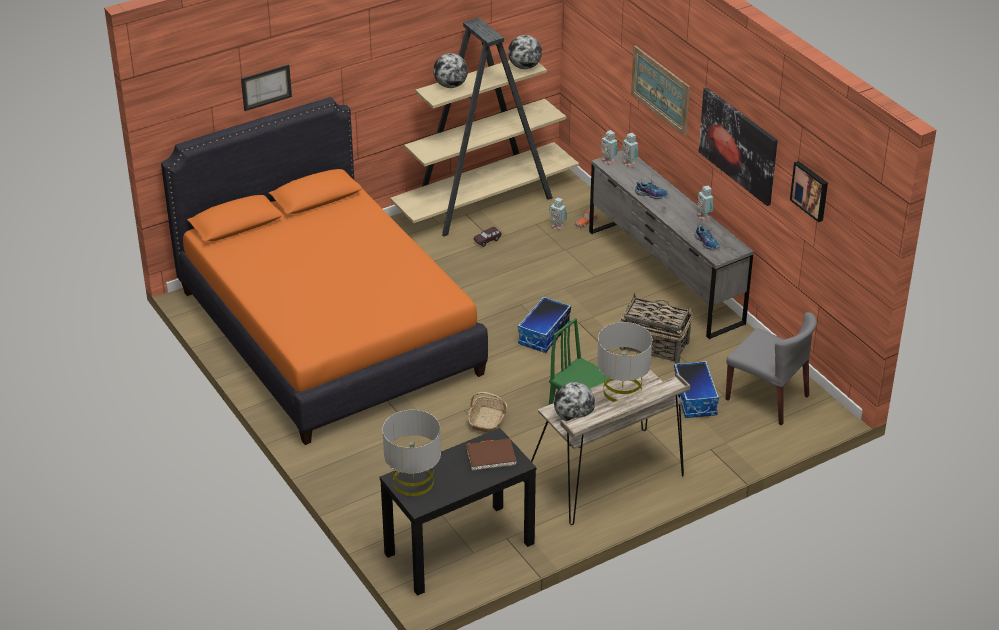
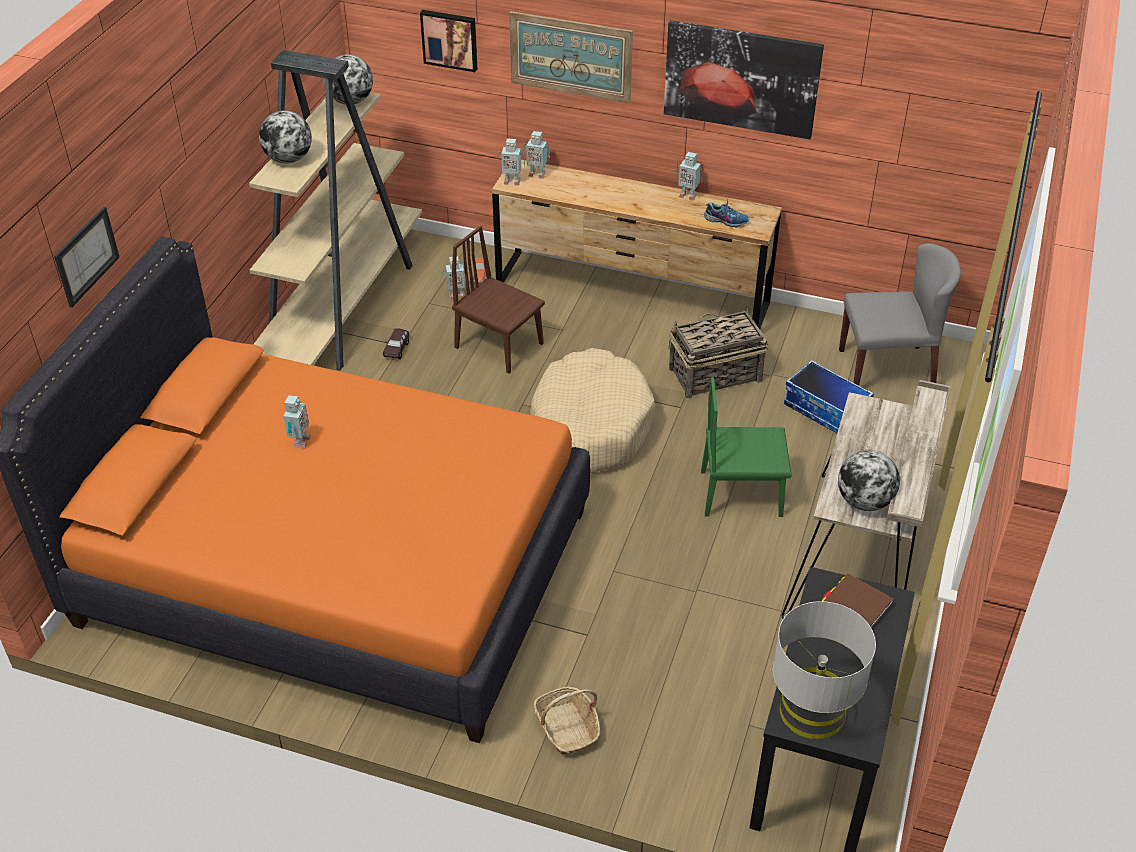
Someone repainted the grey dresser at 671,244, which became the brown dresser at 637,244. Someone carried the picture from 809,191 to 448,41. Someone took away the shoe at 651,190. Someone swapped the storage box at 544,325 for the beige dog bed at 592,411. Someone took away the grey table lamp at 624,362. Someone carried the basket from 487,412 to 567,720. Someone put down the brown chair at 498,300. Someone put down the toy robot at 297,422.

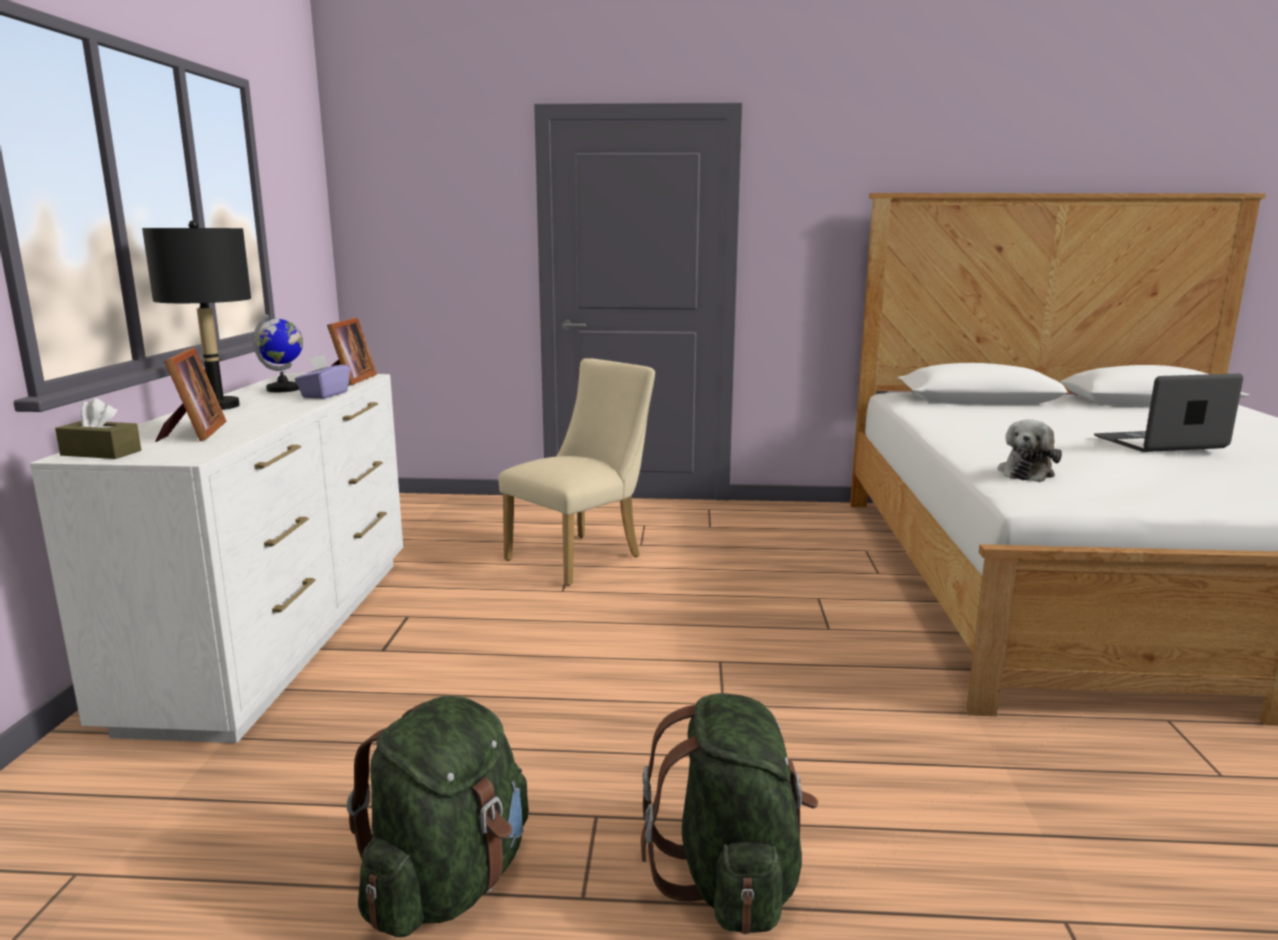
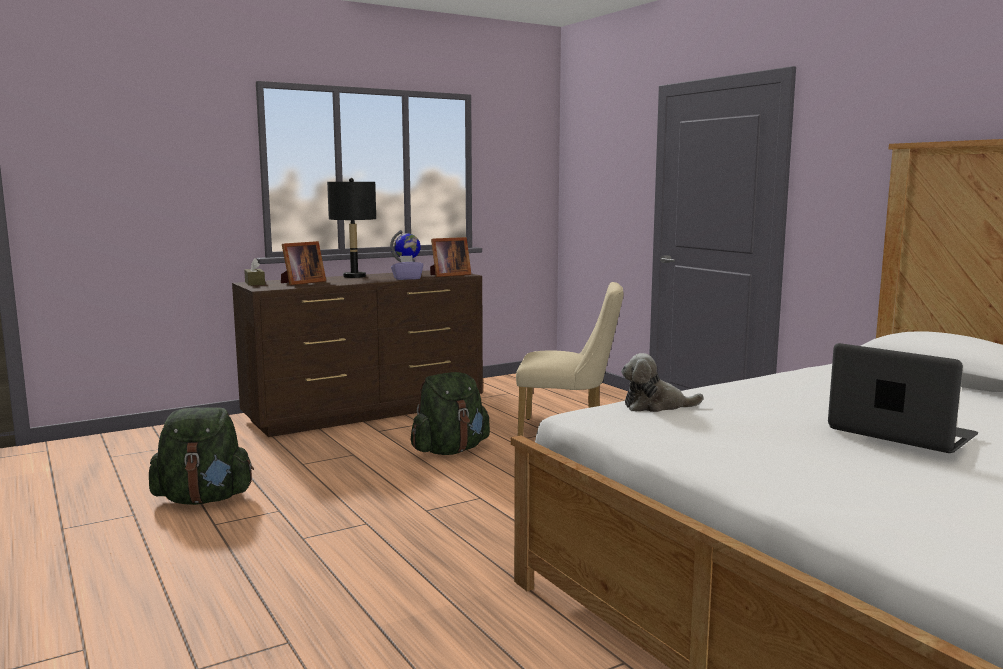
Someone repainted the white dresser at 216,558, which became the brown dresser at 357,353. Someone carried the green backpack from 729,813 to 450,413.

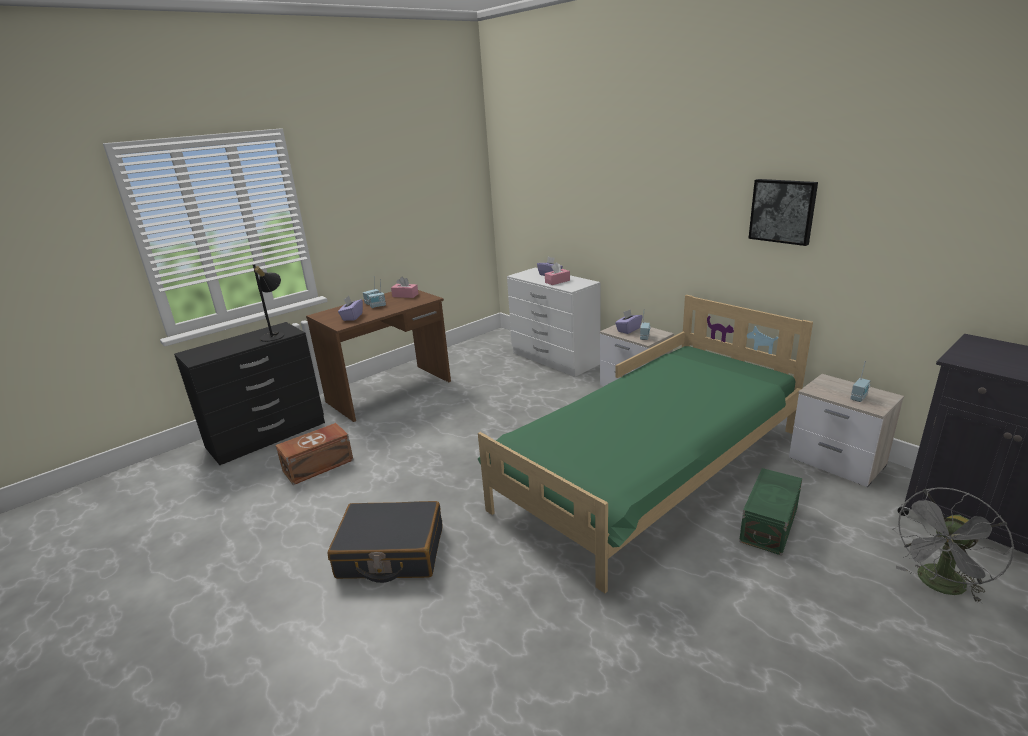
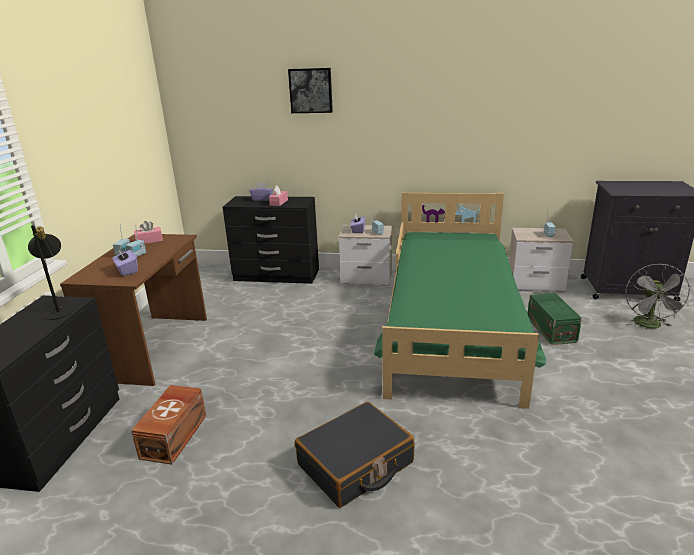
Someone carried the picture from 783,212 to 310,90. Someone repainted the white dresser at 553,322, which became the black dresser at 271,240.

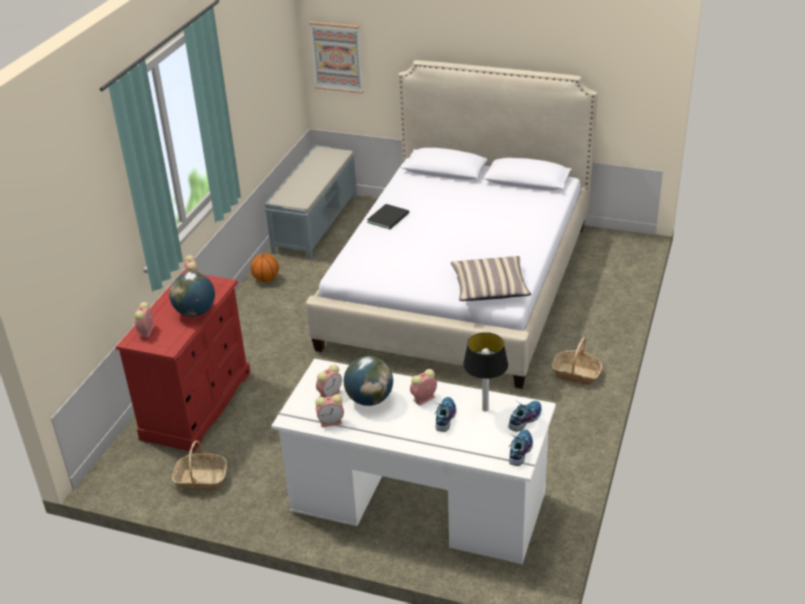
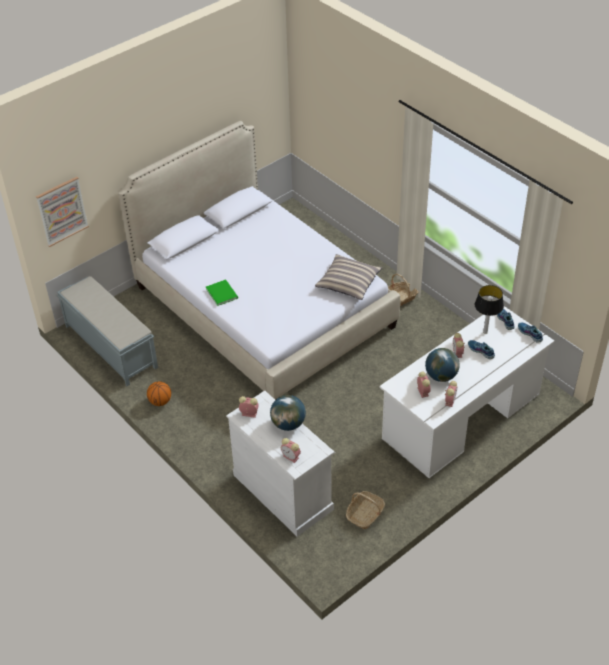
Someone repainted the black book at 388,216, which became the green book at 222,292. Someone repainted the red dresser at 183,361, which became the white dresser at 280,464.

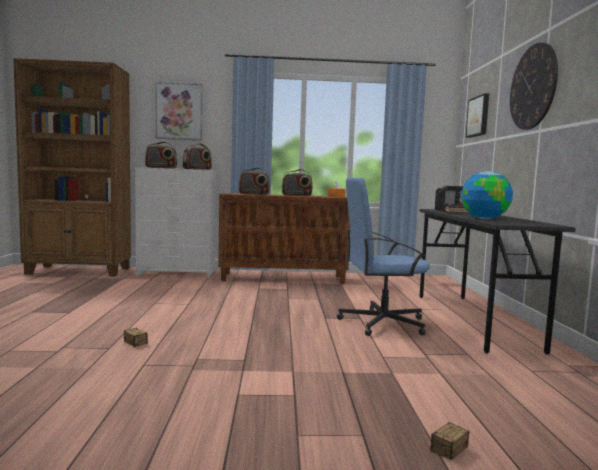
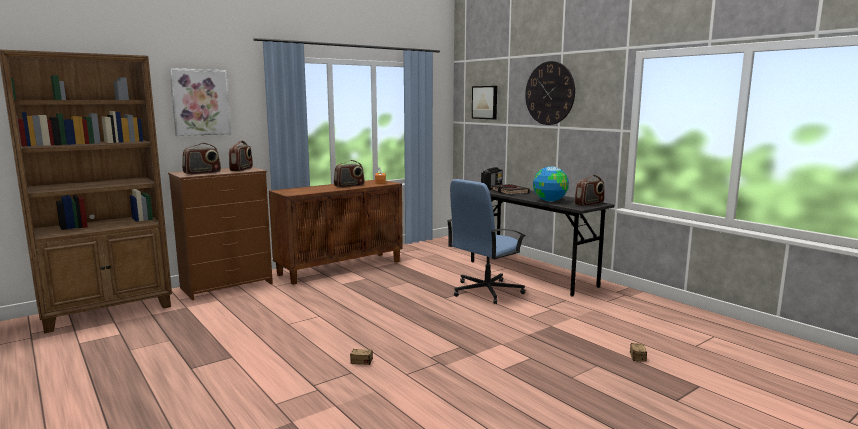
Someone repainted the white dresser at 175,222, which became the brown dresser at 220,233. Someone carried the radio from 254,181 to 590,190.

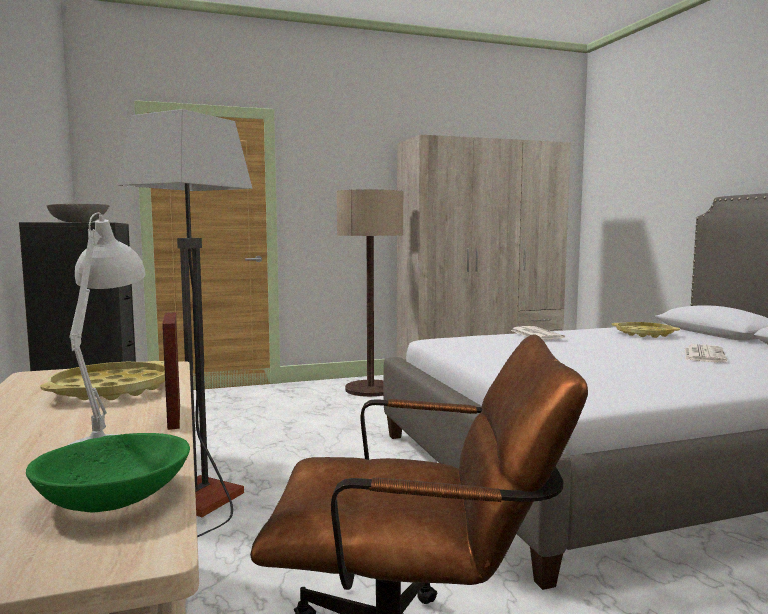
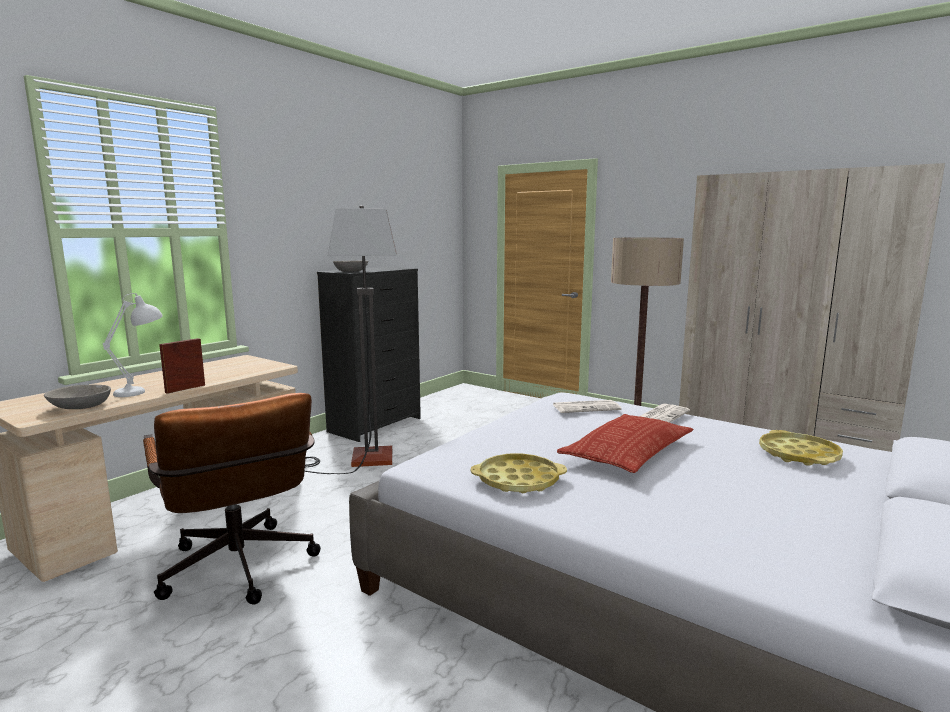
Someone carried the newspaper from 706,353 to 587,406. Someone carried the yellow tray from 102,380 to 519,473. Someone repainted the green bowl at 108,472, which became the grey bowl at 77,397. Someone put down the pillow at 625,443.

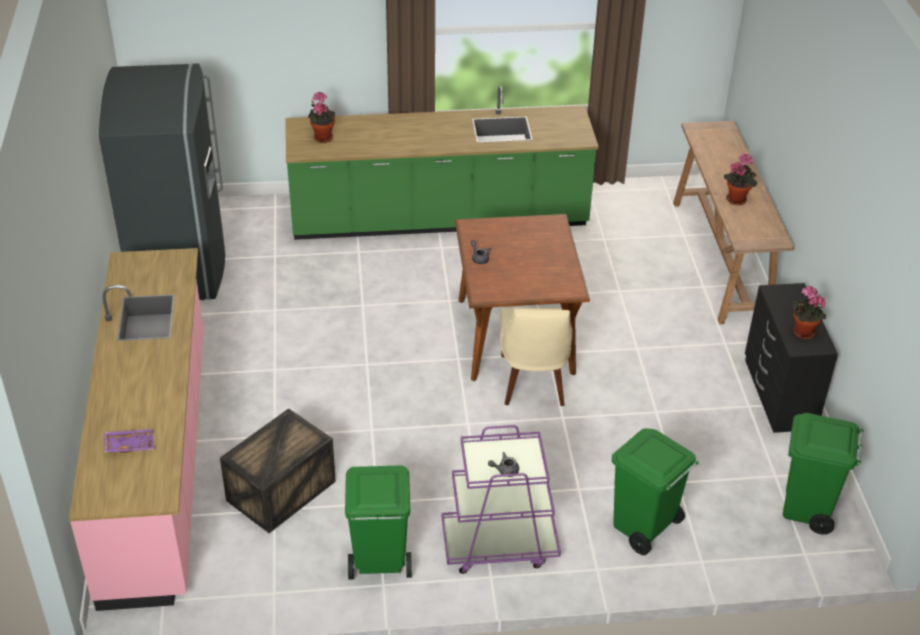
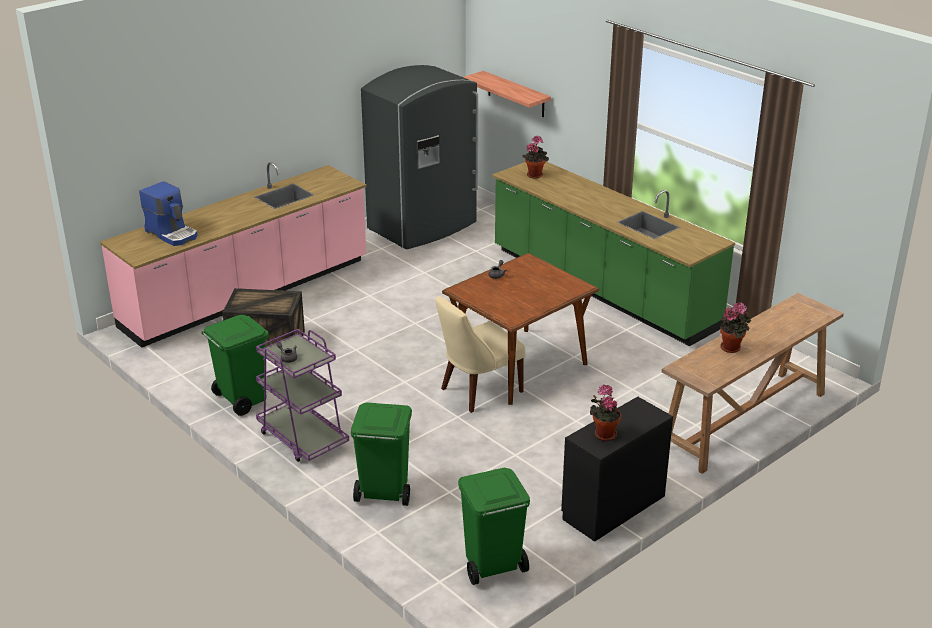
Someone swapped the purple tray at 129,441 for the coffee machine at 168,213. Someone put up the shelf at 507,94.

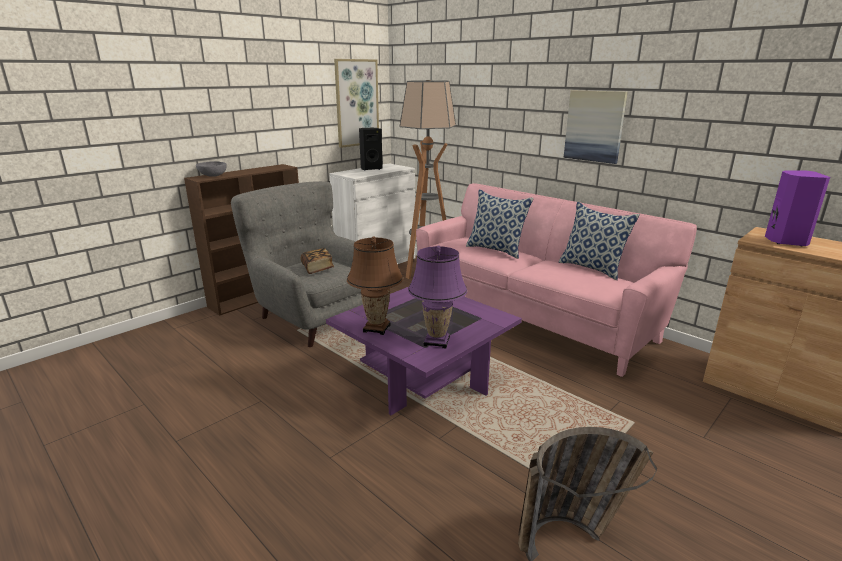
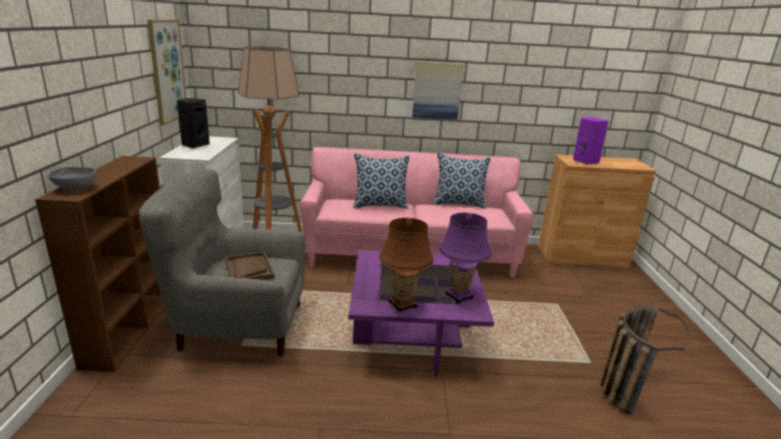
Someone swapped the book at 317,261 for the brown tray at 250,266.

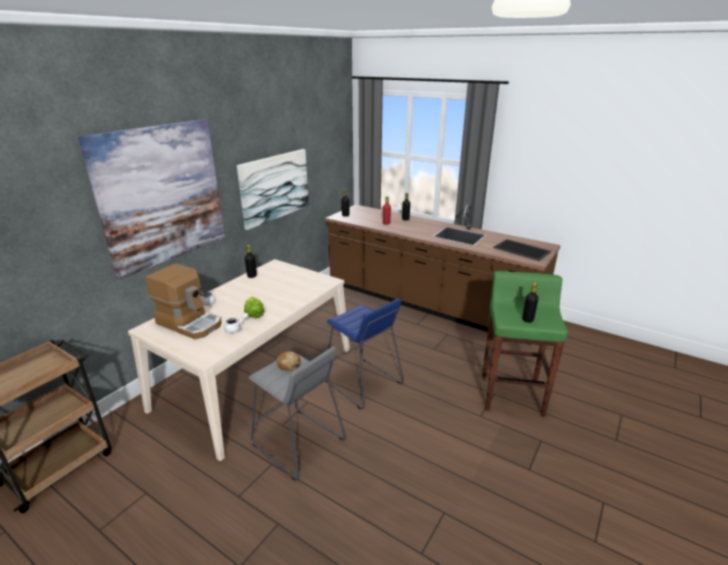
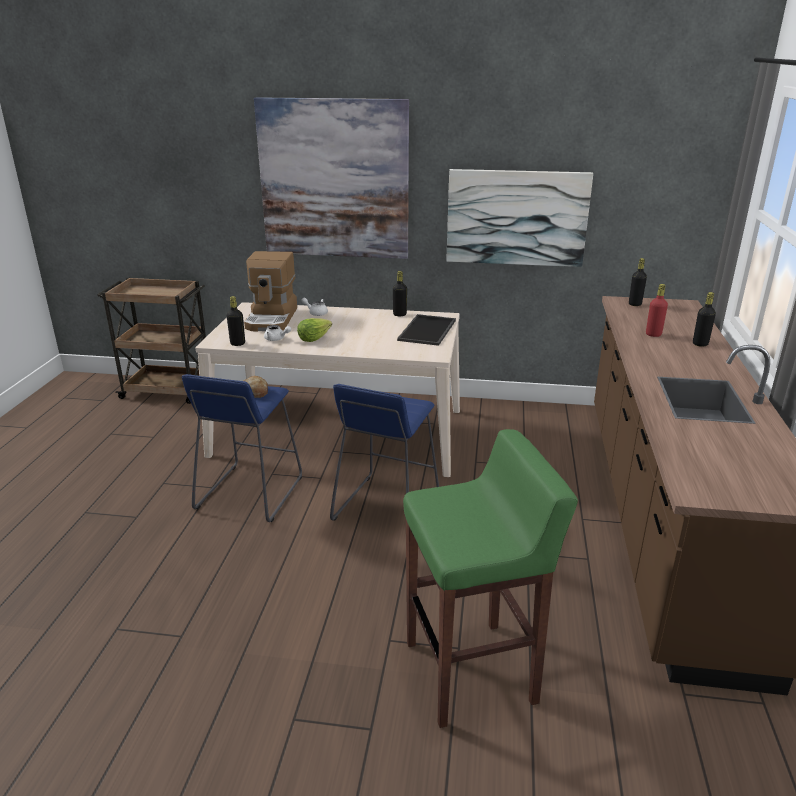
Someone carried the tray from 522,250 to 426,330. Someone carried the black bottle from 530,303 to 236,321. Someone repainted the grey stool at 297,414, which became the blue stool at 242,448.

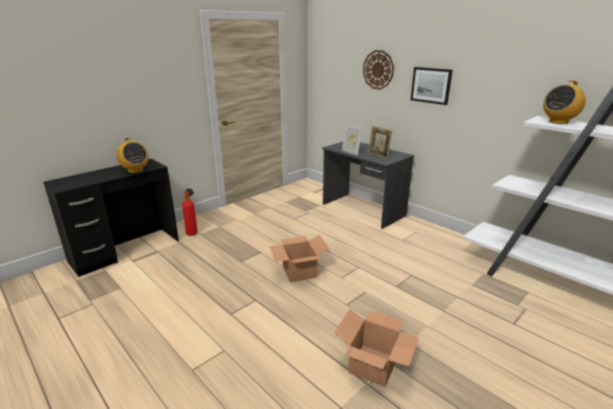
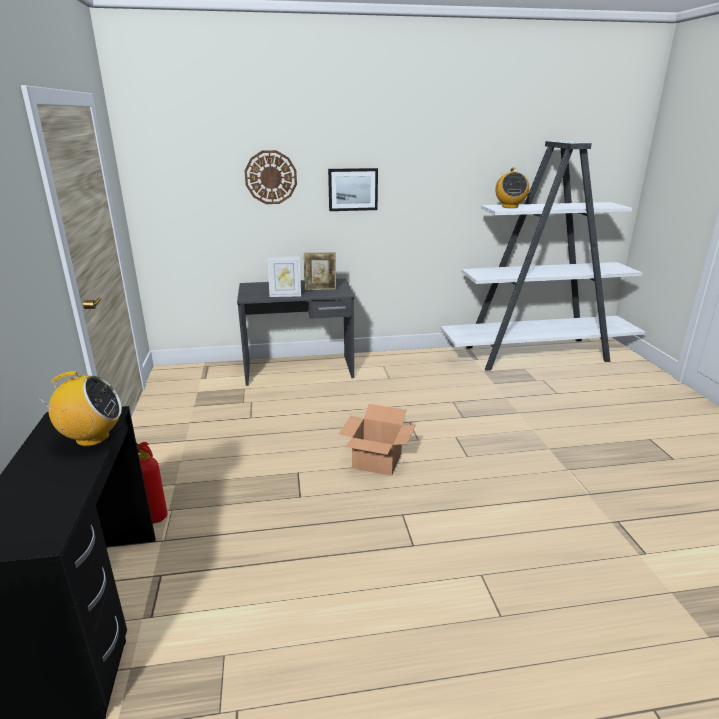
Someone took away the cardboard box at 376,348.

